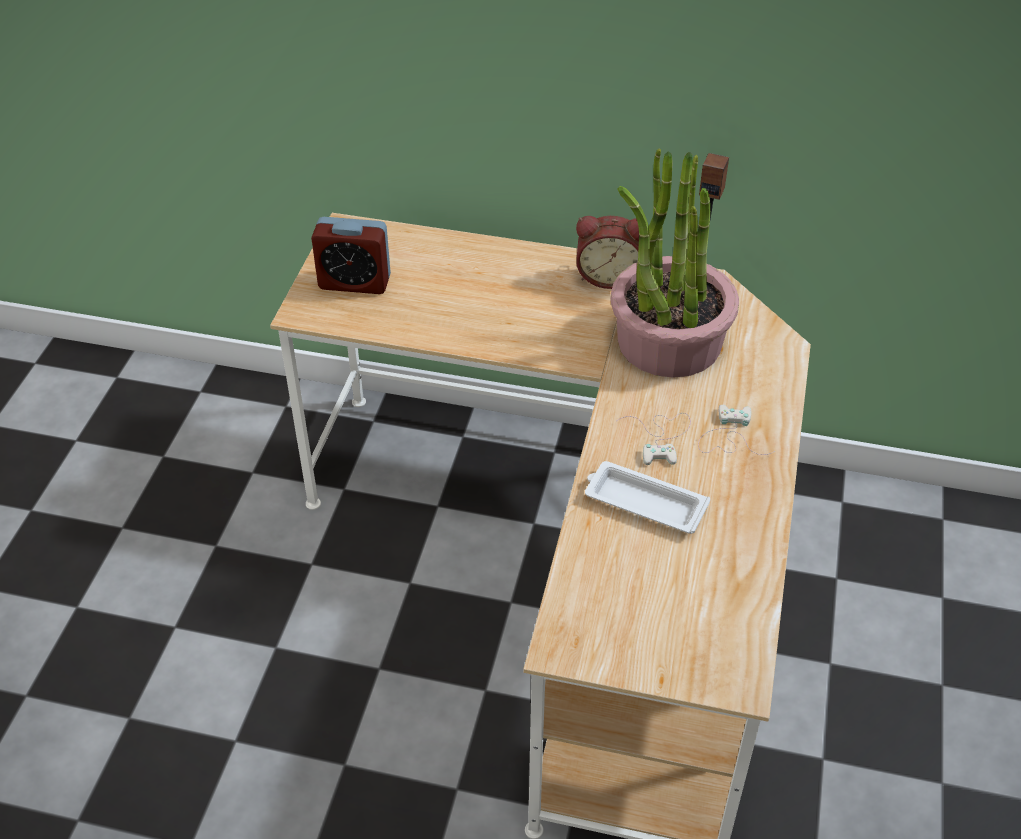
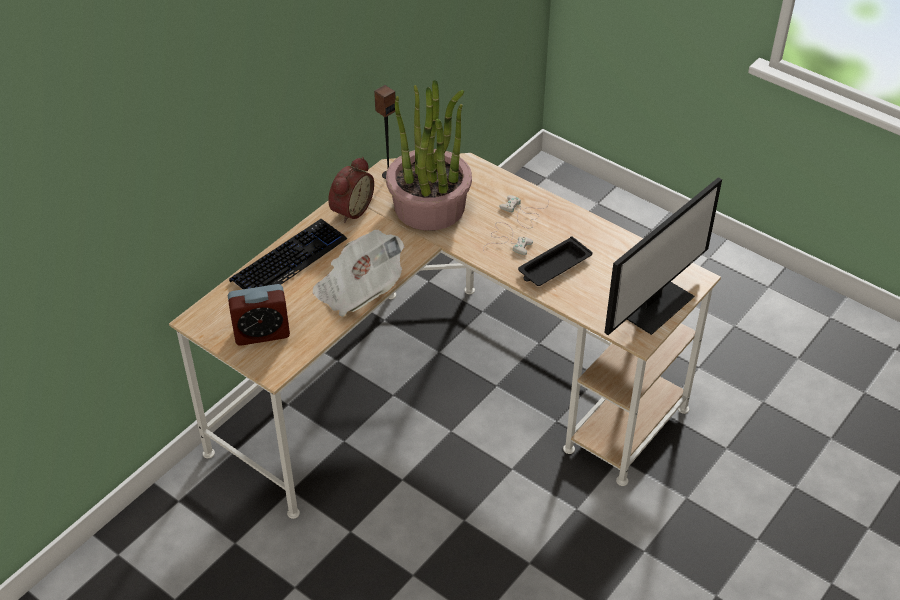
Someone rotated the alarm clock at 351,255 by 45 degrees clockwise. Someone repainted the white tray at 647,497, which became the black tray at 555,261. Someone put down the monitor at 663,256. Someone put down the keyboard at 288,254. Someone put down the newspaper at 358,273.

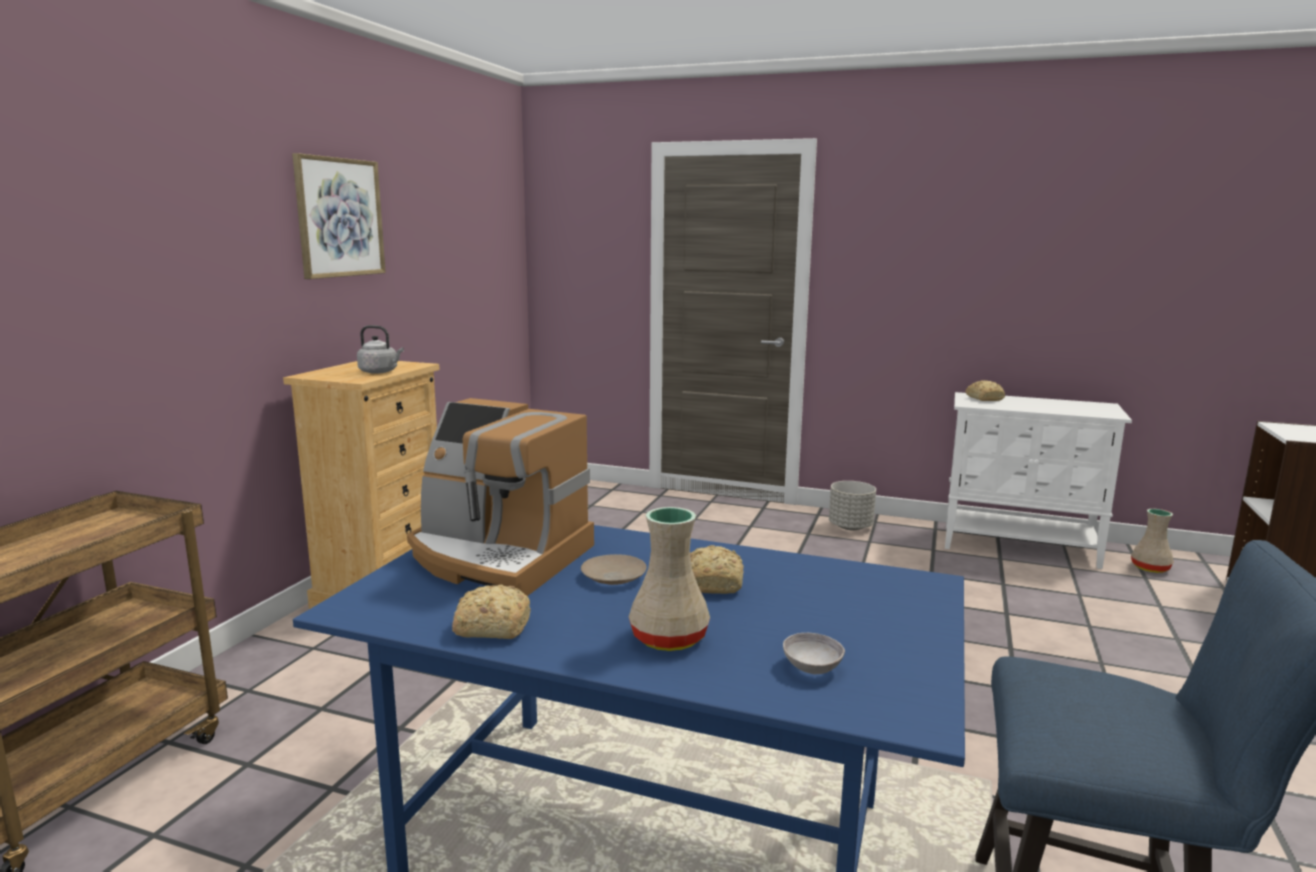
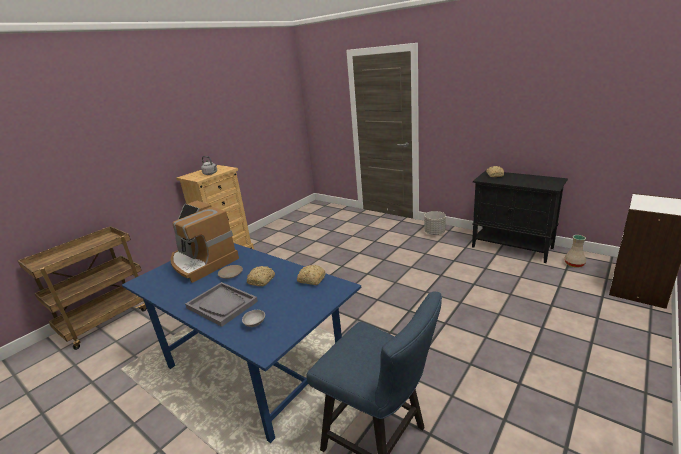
Someone took away the picture at 339,216. Someone repainted the white cabinet at 1038,480, which became the black cabinet at 520,216. Someone swapped the beige vase at 669,579 for the grey tray at 221,304. Someone carried the bread from 491,612 to 311,275.

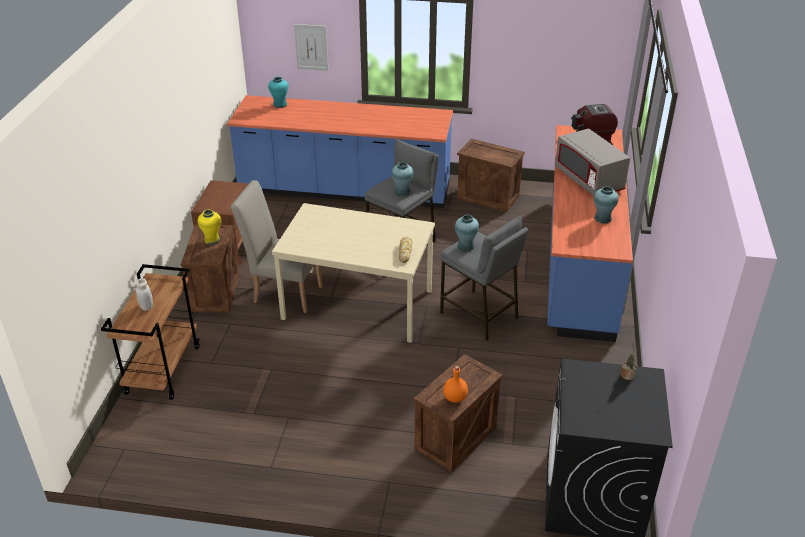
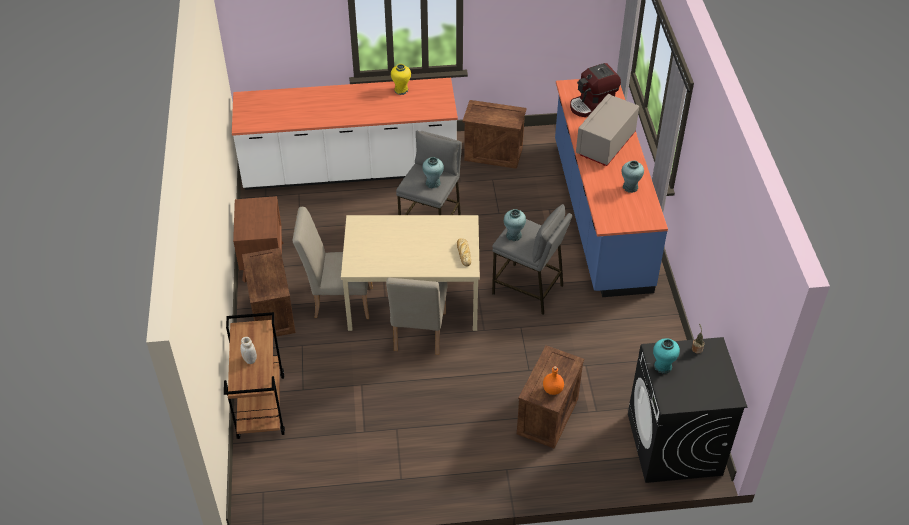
Someone took away the picture at 311,47. Someone carried the turquoise vase from 278,92 to 666,356. Someone repainted the blue counter at 340,151, which became the white counter at 345,134. Someone rotated the grey microwave at 592,162 by 75 degrees clockwise. Someone carried the yellow vase from 209,227 to 401,79. Someone put down the beige chair at 416,316.

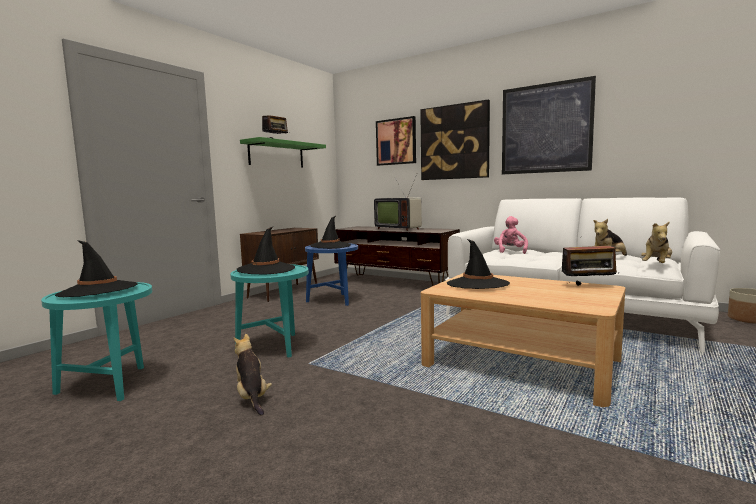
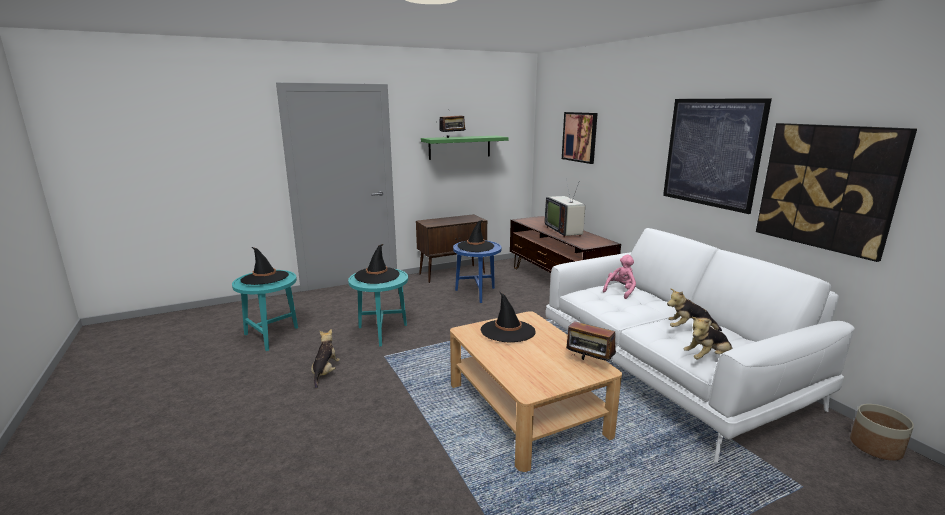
Someone carried the picture from 455,139 to 836,192.

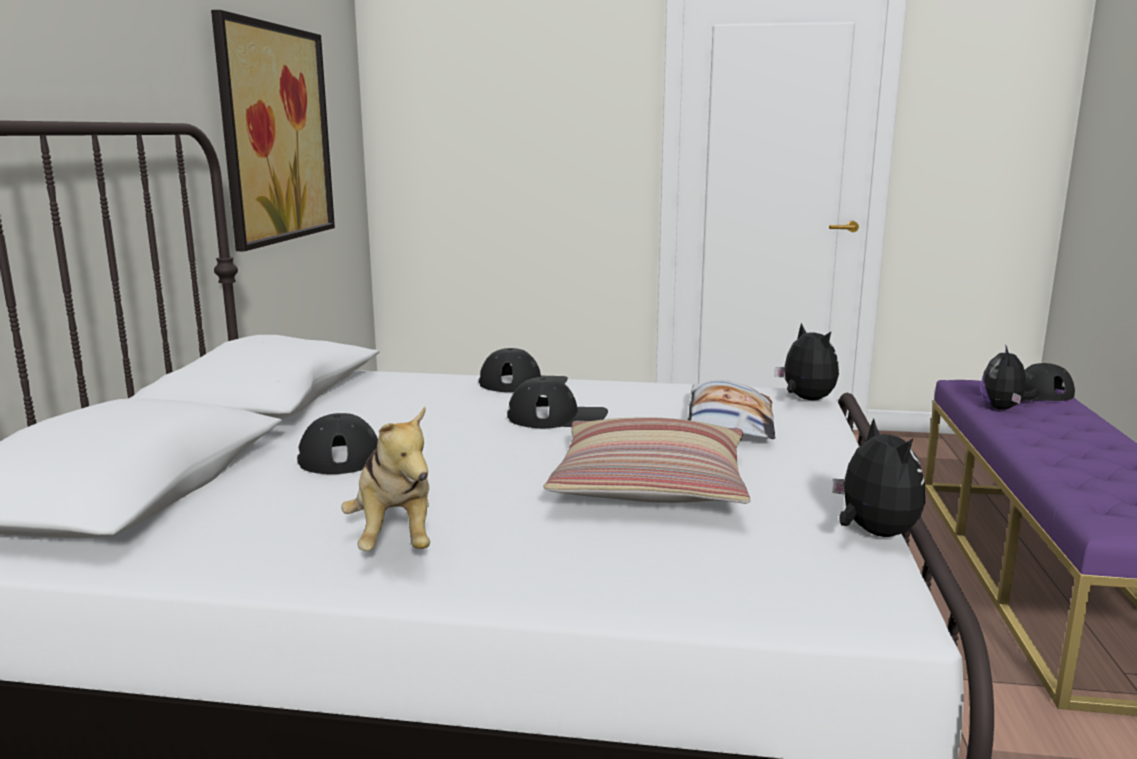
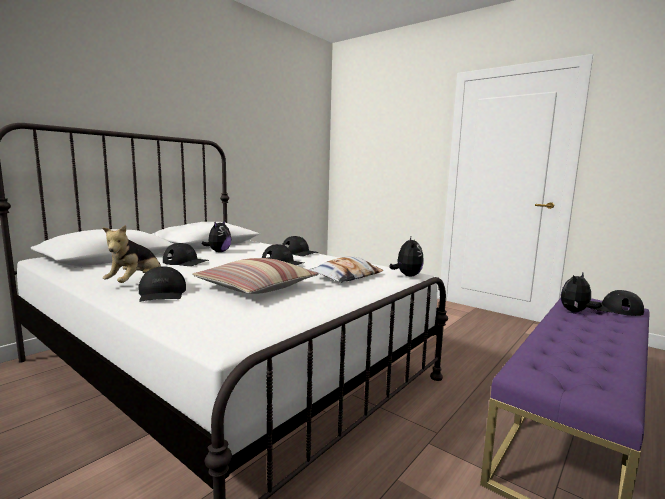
Someone took away the picture at 273,130. Someone carried the plush toy from 878,477 to 216,236. Someone put down the black cap at 162,284.

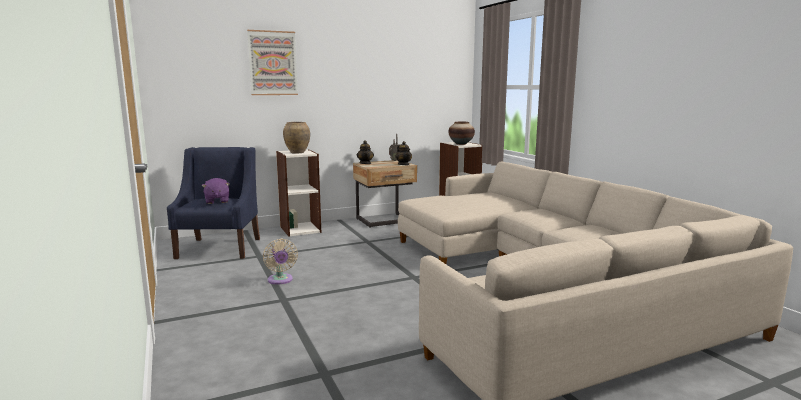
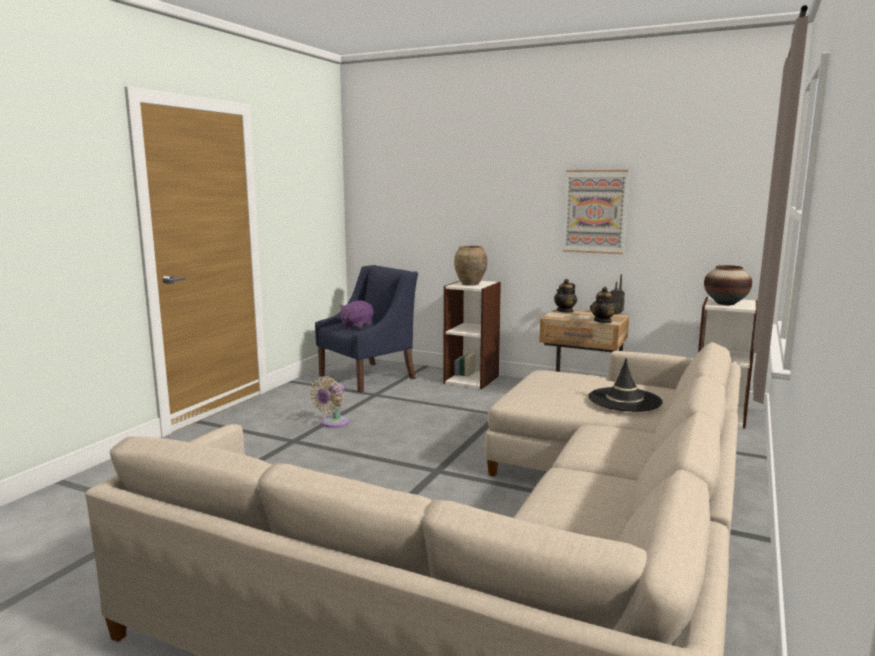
Someone carried the picture from 272,62 to 596,212. Someone put down the black hat at 625,385.

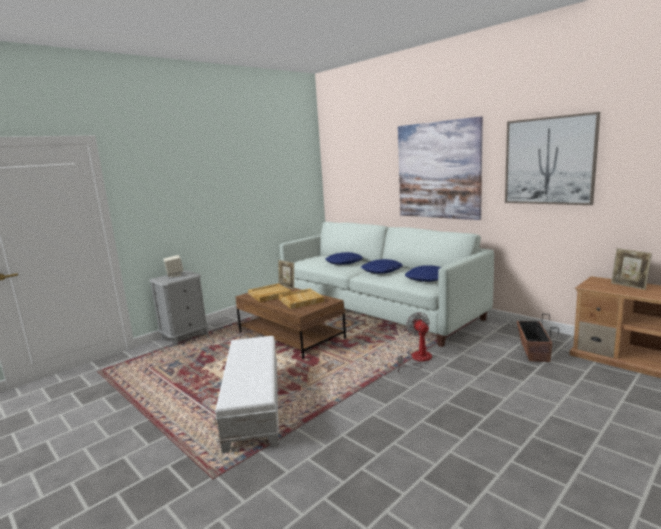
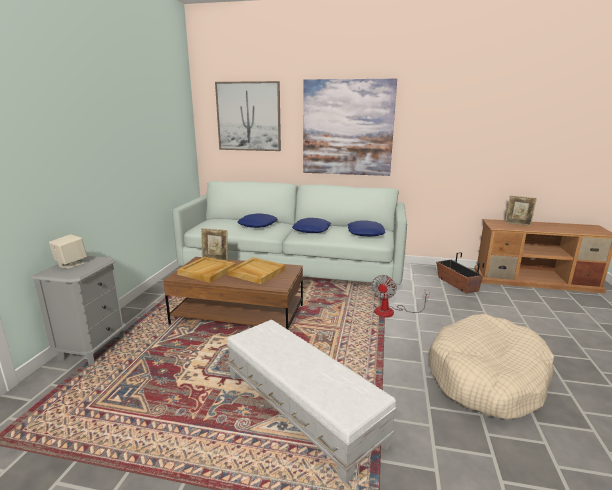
Someone carried the picture from 552,158 to 248,116. Someone rotated the fan at 414,342 by 105 degrees counterclockwise. Someone put down the beige dog bed at 491,367.

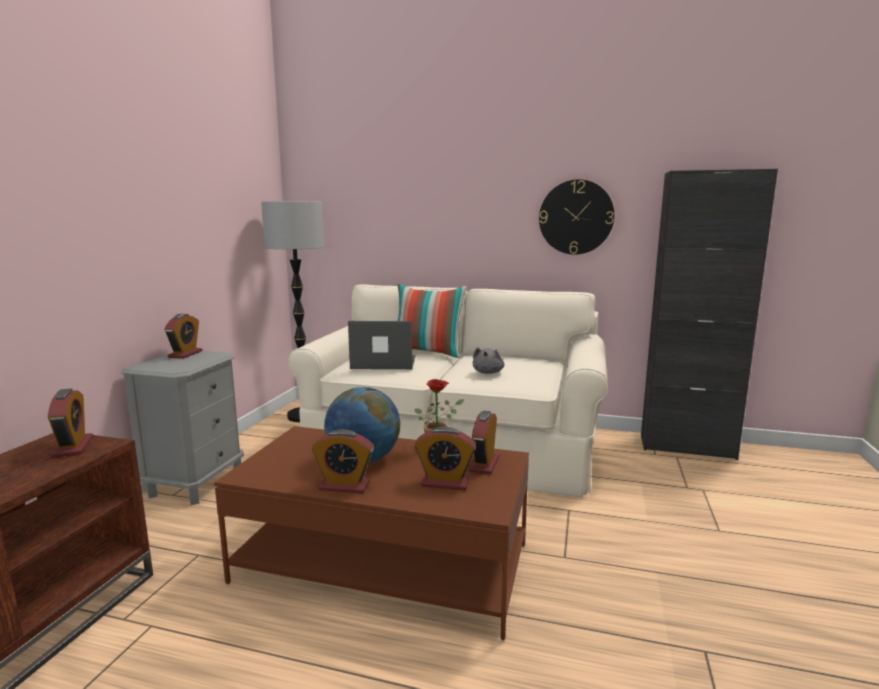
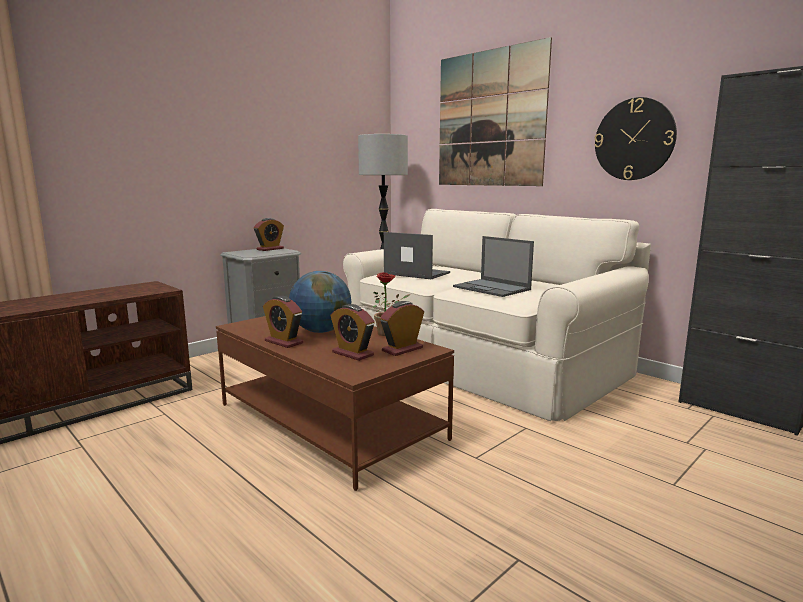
Someone took away the pillow at 432,321. Someone swapped the grey plush toy at 488,360 for the laptop at 493,266. Someone took away the alarm clock at 71,423. Someone put up the picture at 495,111.

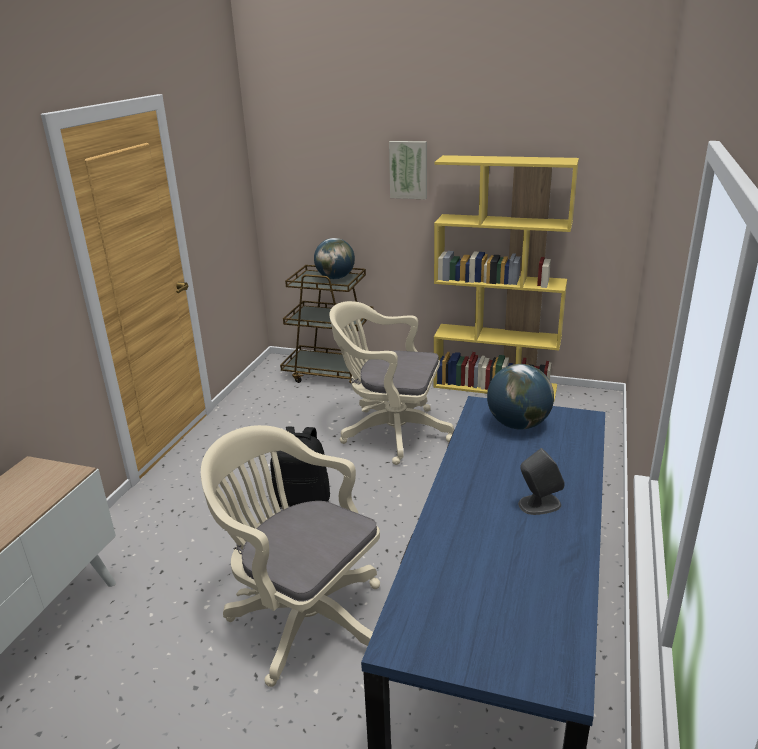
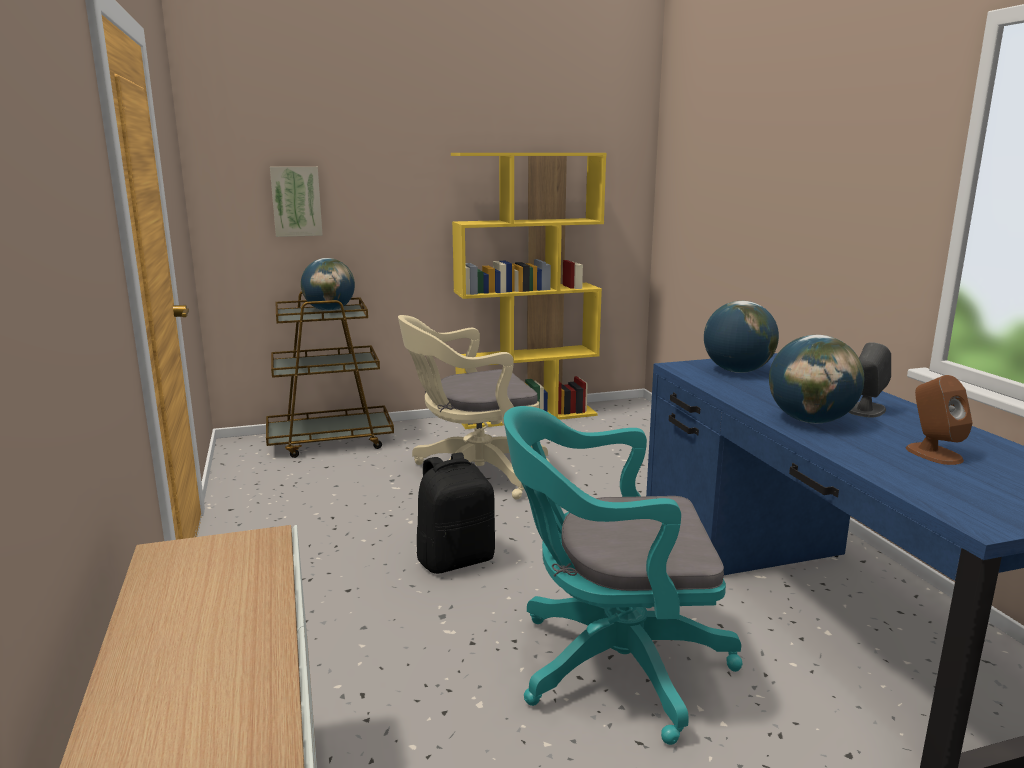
Someone carried the picture from 408,170 to 296,202. Someone repainted the beige office chair at 290,556, which became the turquoise office chair at 623,575. Someone put down the globe at 816,379. Someone put down the brown speaker at 939,420.

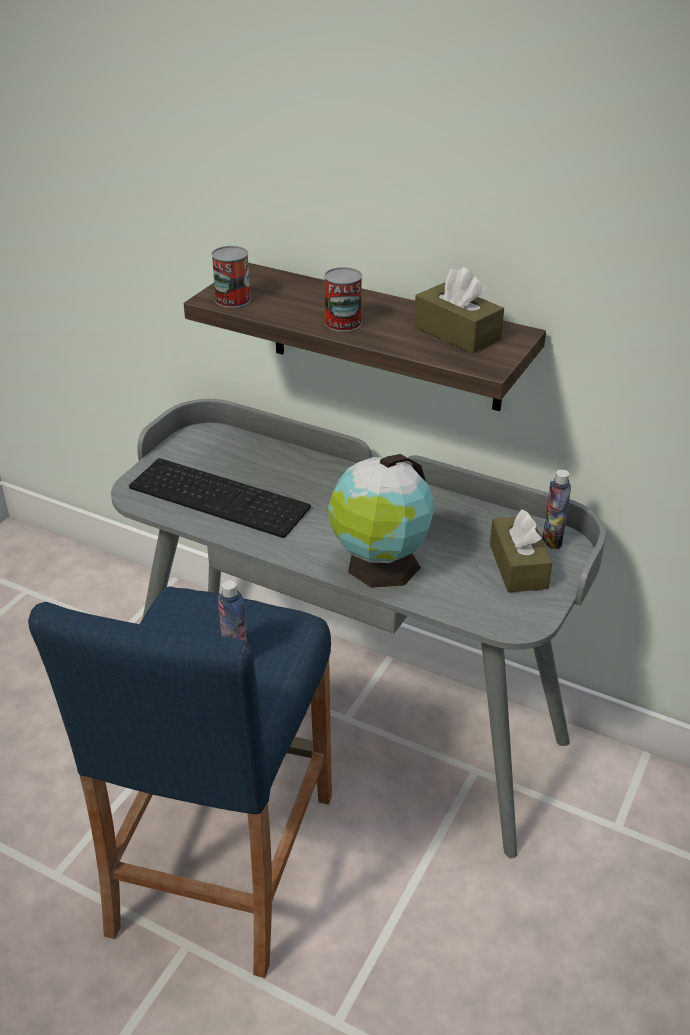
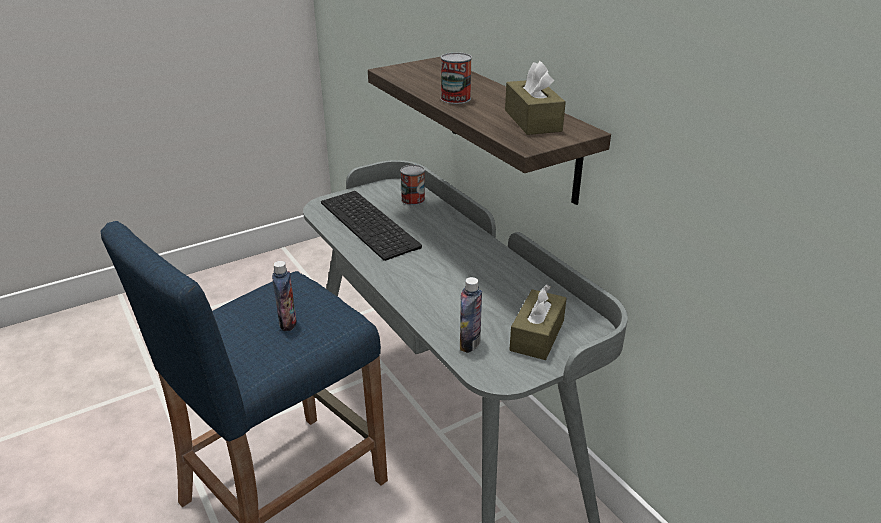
Someone carried the can from 231,277 to 412,185. Someone took away the globe at 381,521. Someone carried the bottle from 556,509 to 471,315.

